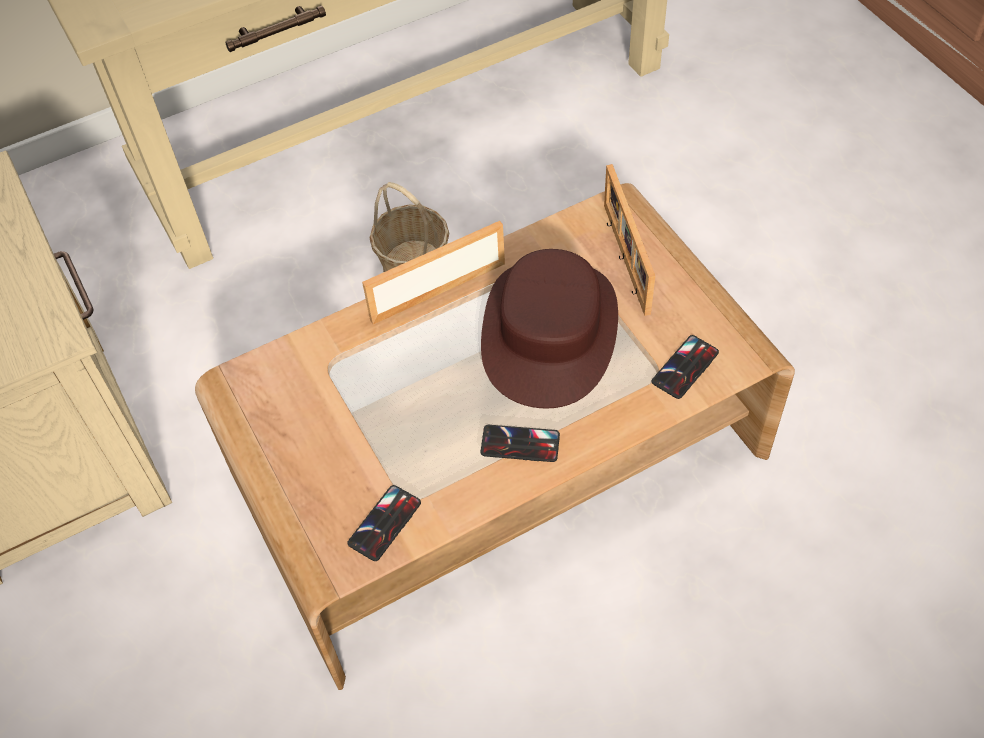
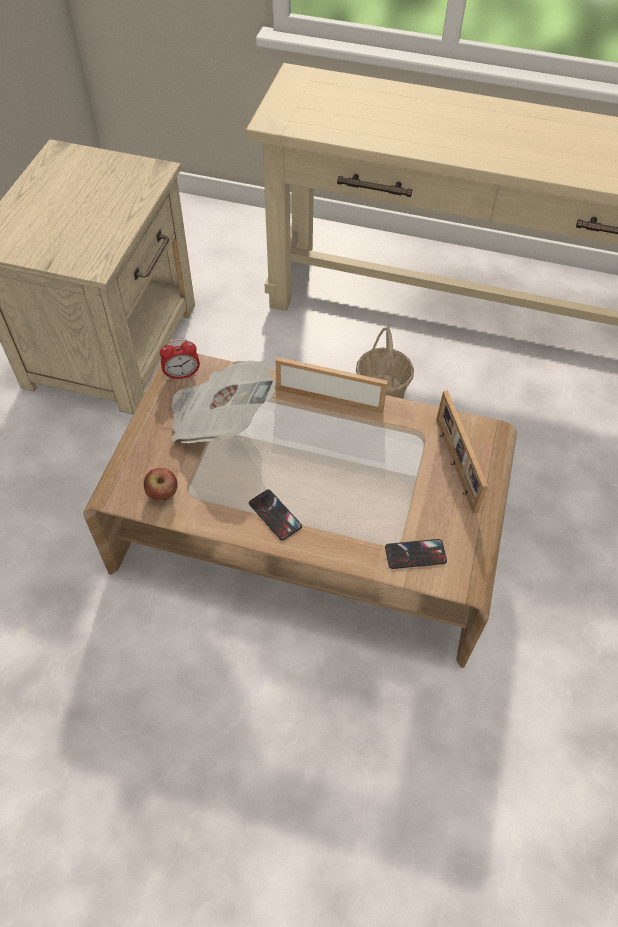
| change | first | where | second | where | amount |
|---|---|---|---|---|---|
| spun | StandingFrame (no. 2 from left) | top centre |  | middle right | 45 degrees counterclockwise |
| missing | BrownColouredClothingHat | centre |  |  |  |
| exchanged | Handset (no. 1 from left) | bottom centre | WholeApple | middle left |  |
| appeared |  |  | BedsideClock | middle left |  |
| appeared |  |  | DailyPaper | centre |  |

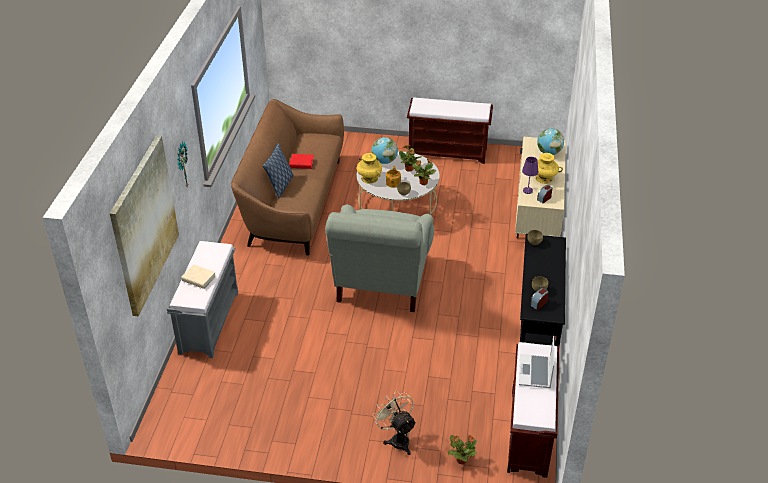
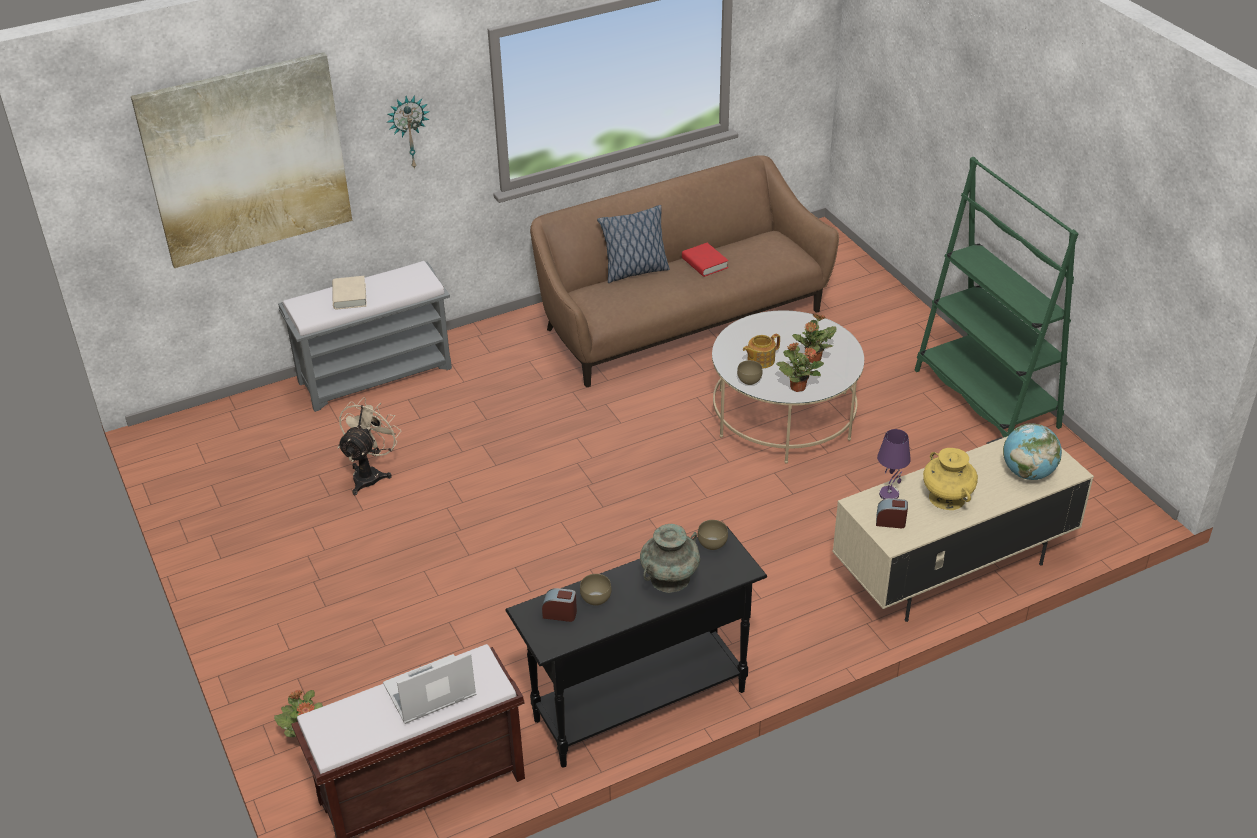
| change | first | where | second | where | amount |
|---|---|---|---|---|---|
| exchanged | BrownColouredLongSeat (no. 1 from left) | top centre | GreenBookshelf | middle right |  |
| missing | WorldGlobe (no. 1 from left) | top centre |  |  |  |
| missing | YellowColouredFlowerVase (no. 1 from left) | centre |  |  |  |
| missing | GreyLoungeChair | centre |  |  |  |
| relocated | BeigeColouredCoolingFan | bottom centre |  | middle left |  |
| appeared |  |  | TurquoiseColouredFlowerVase | centre |  |

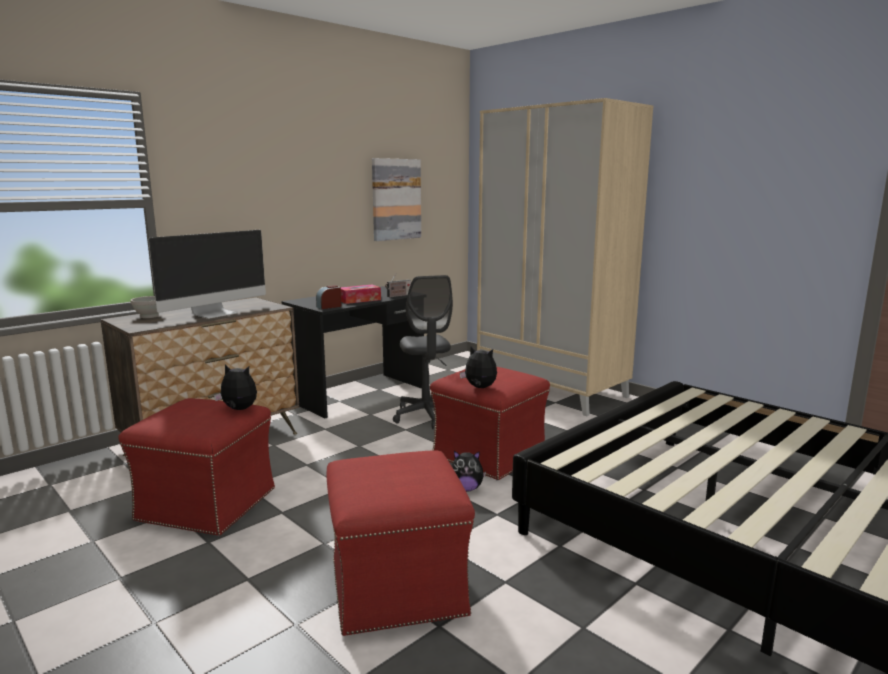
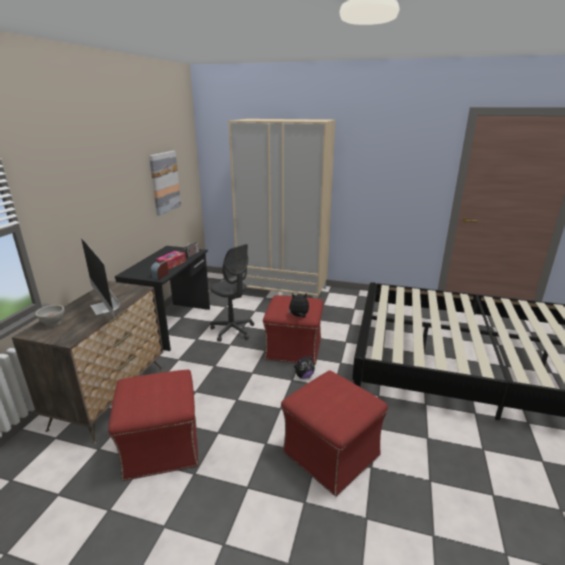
| change | first | where | second | where | amount |
|---|---|---|---|---|---|
| spun | ComputerDisplay | middle left |  | middle left | 135 degrees clockwise |
| missing | PlushToy (no. 1 from left) | middle left |  |  |  |

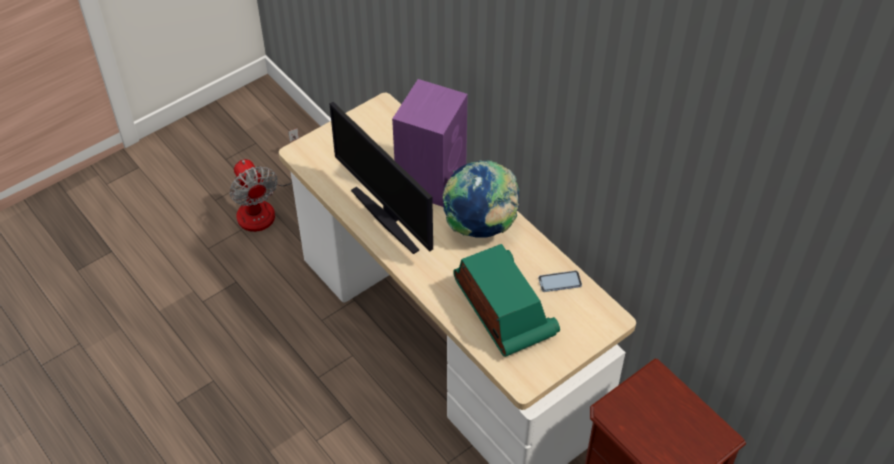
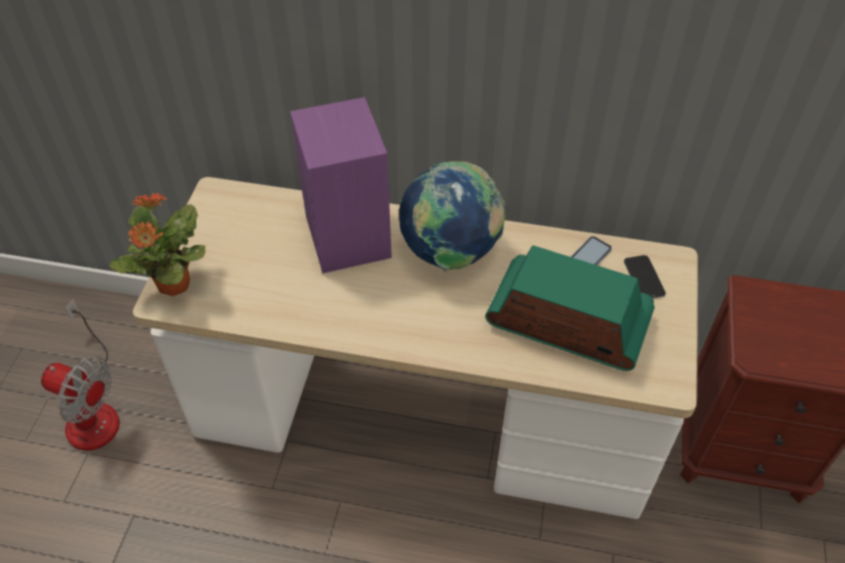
| change | first | where | second | where | amount |
|---|---|---|---|---|---|
| missing | ComputerDisplay | centre |  |  |  |
| appeared |  |  | Houseplant | middle left |  |
| appeared |  |  | Handset (no. 2 from left) | middle right |  |

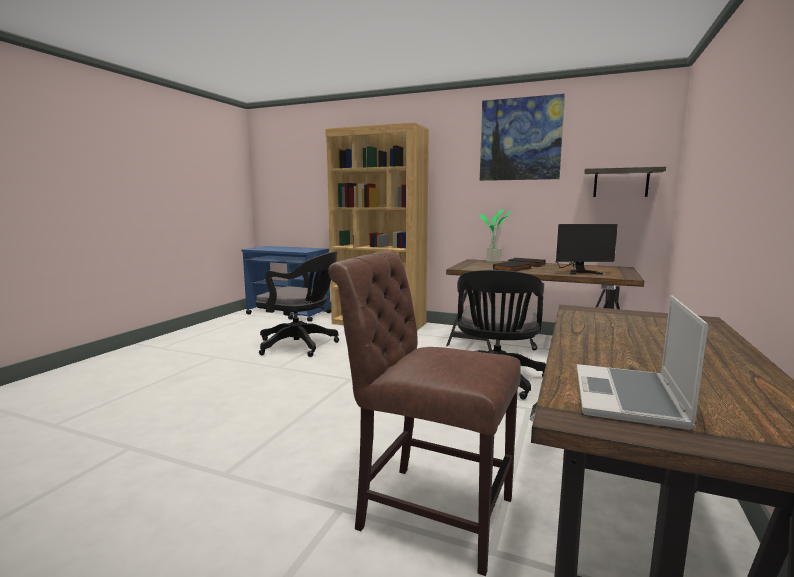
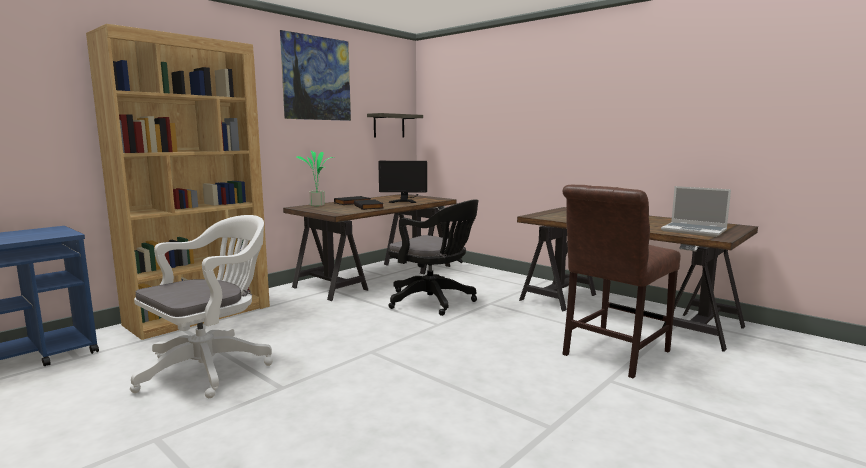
| change | first | where | second | where | amount |
|---|---|---|---|---|---|
| spun | ComputerDisplay | middle right |  | centre | 75 degrees clockwise |
| colour | BlackColouredDeskChair (no. 1 from left) | centre | WhiteColouredDeskChair | middle left |  |

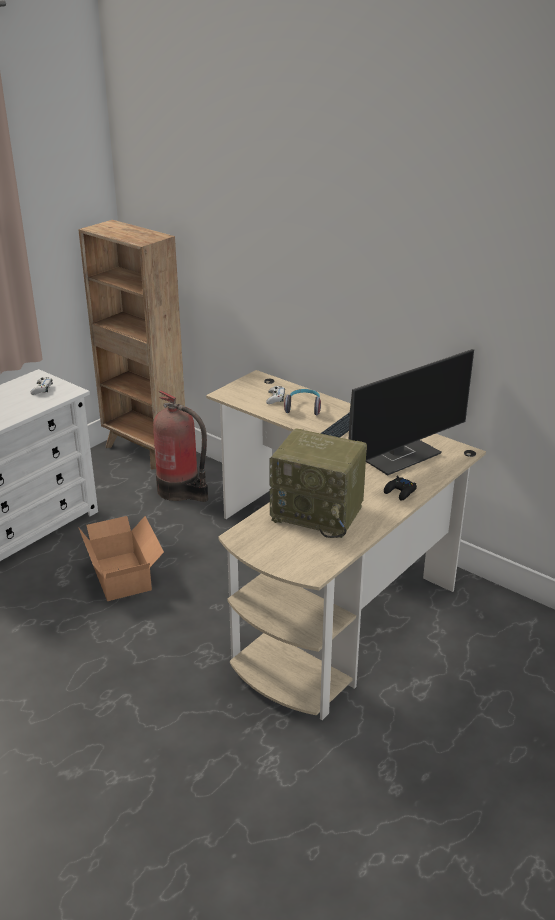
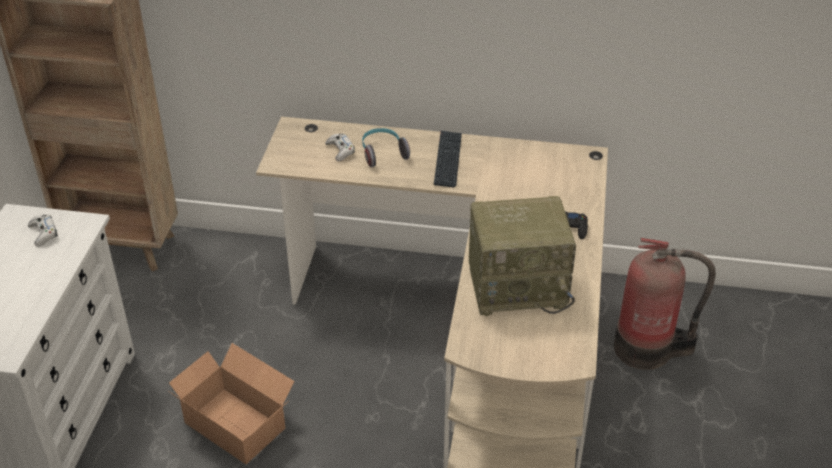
| change | first | where | second | where | amount |
|---|---|---|---|---|---|
| missing | ComputerDisplay | middle right |  |  |  |
| relocated | Extinguisher | middle left |  | middle right |  |

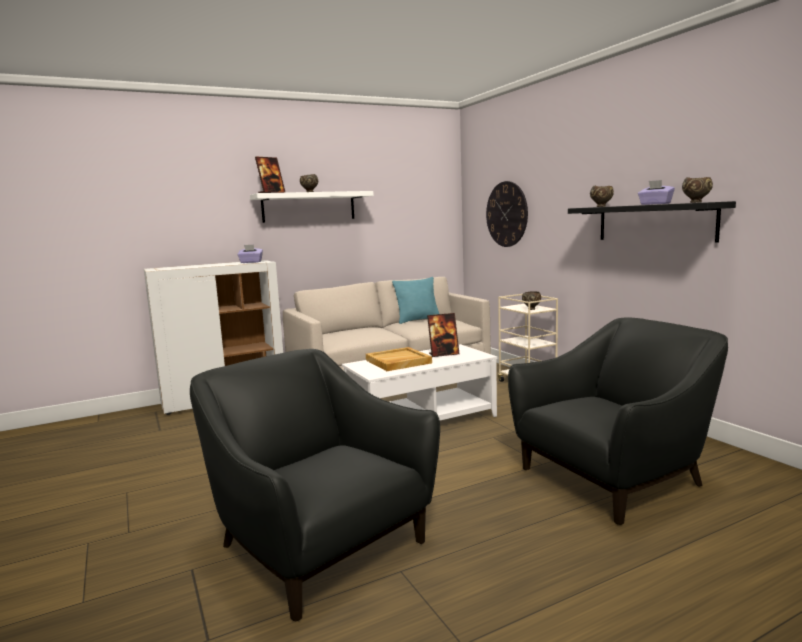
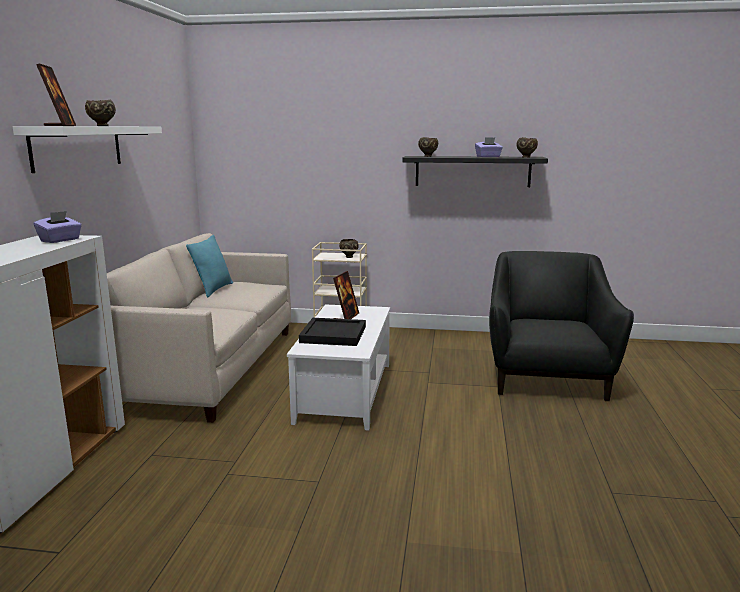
| change | first | where | second | where | amount |
|---|---|---|---|---|---|
| missing | HangingClock | centre |  |  |  |
| colour | BeigeColouredCarryingTray | centre | BlackColouredCarryingTray | centre |  |
| missing | BlackColouredLoungeChair (no. 1 from left) | bottom centre |  |  |  |

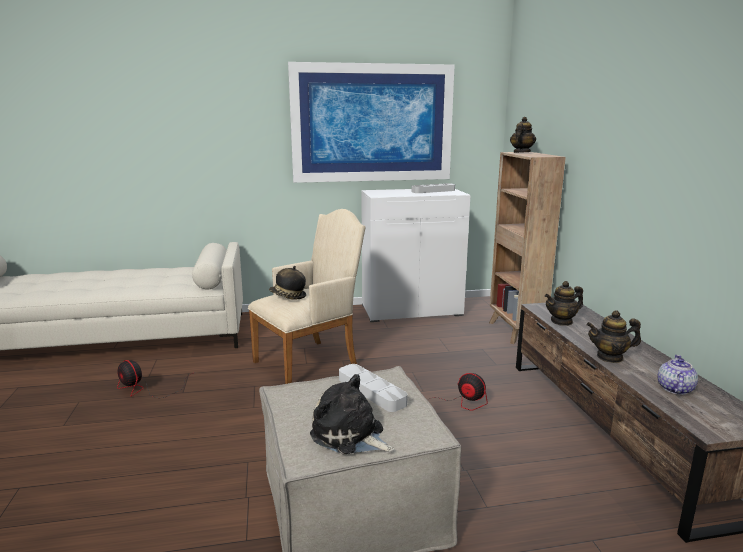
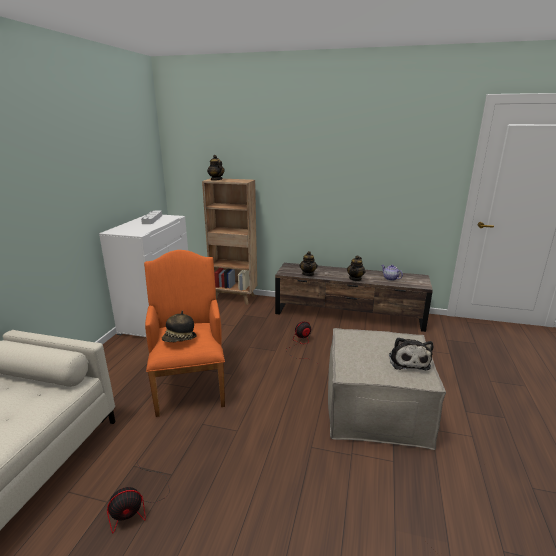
| change | first | where | second | where | amount |
|---|---|---|---|---|---|
| missing | Picture | top centre |  |  |  |
| colour | BeigeColouredLoungeChair | centre | OrangeColouredLoungeChair | middle left |  |
| missing | GreyCarryingTray (no. 1 from left) | bottom centre |  |  |  |
| spun | PlushToy | bottom centre |  | middle right | 60 degrees counterclockwise |

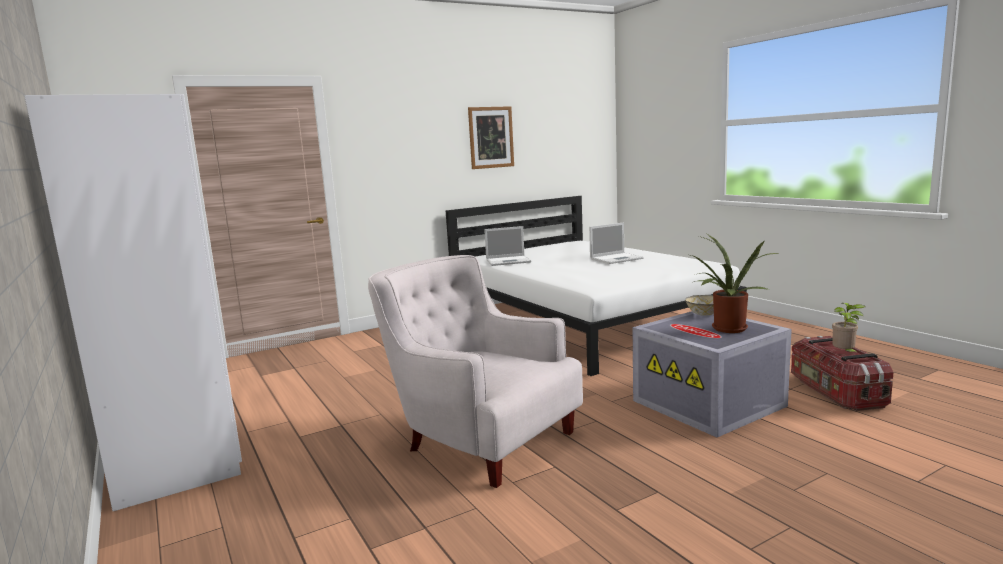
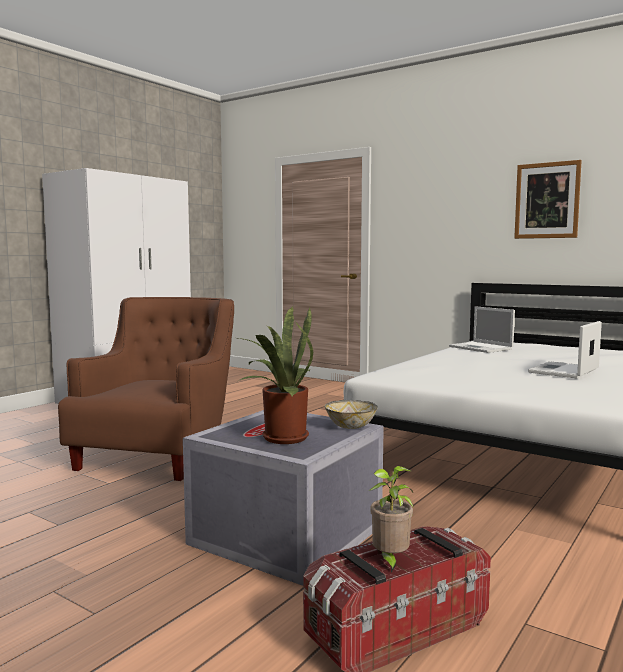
| change | first | where | second | where | amount |
|---|---|---|---|---|---|
| spun | NotebookComputer (no. 2 from left) | centre |  | middle right | 90 degrees clockwise |
| colour | WhiteColouredLoungeChair | centre | BrownColouredLoungeChair | middle left |  |

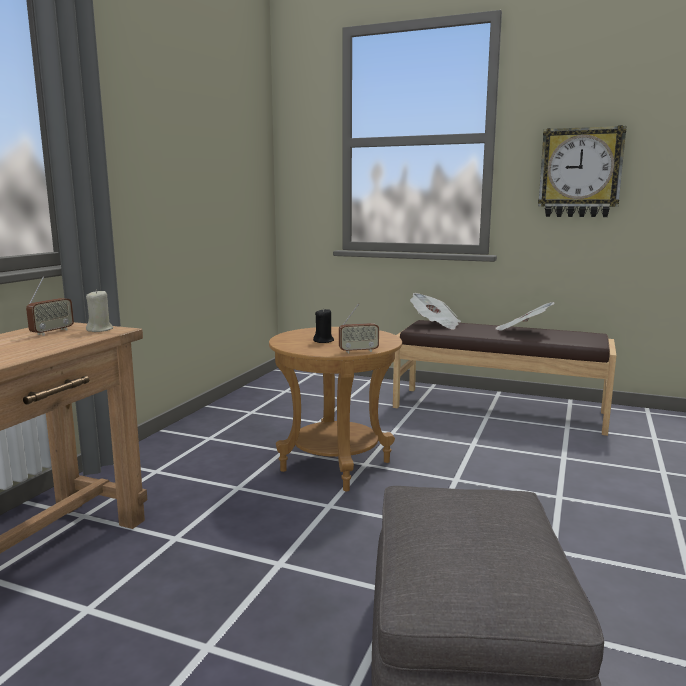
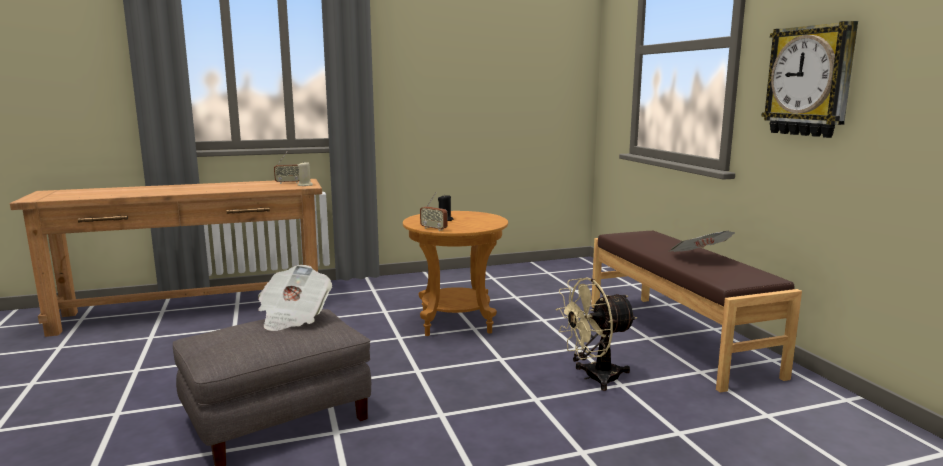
| change | first | where | second | where | amount |
|---|---|---|---|---|---|
| relocated | DailyPaper (no. 1 from left) | centre |  | middle left |  |
| appeared |  |  | BeigeColouredCoolingFan | bottom centre |  |

